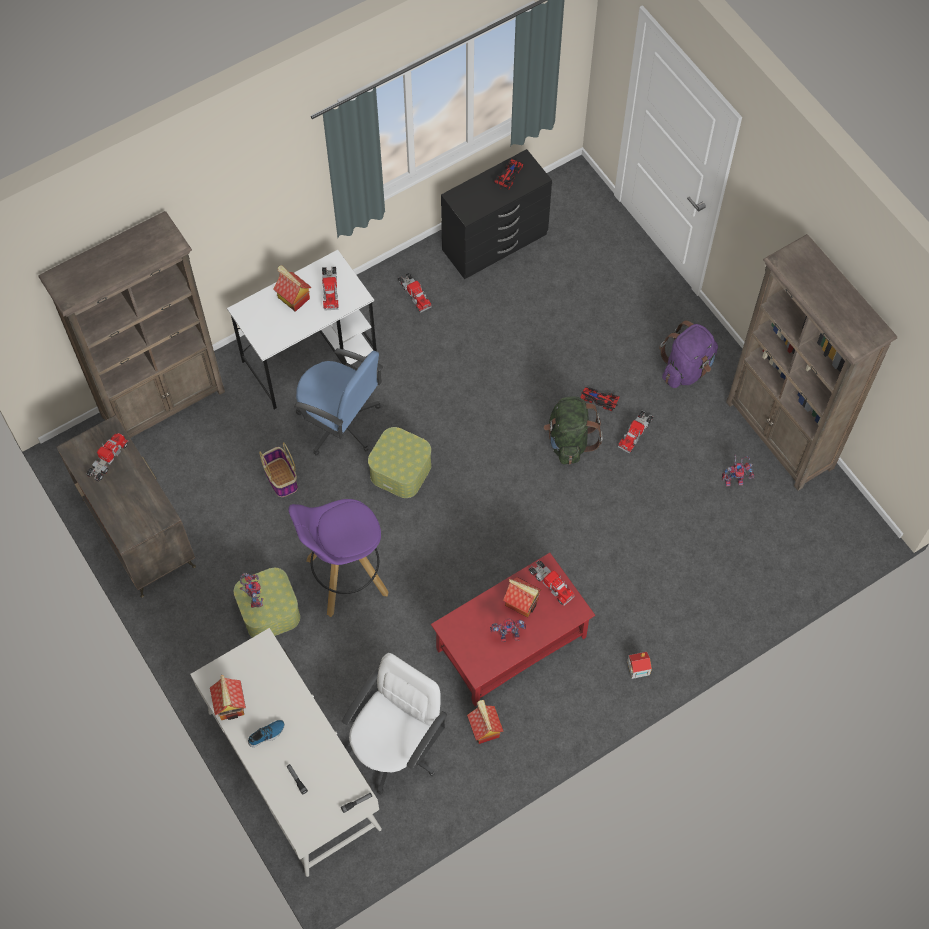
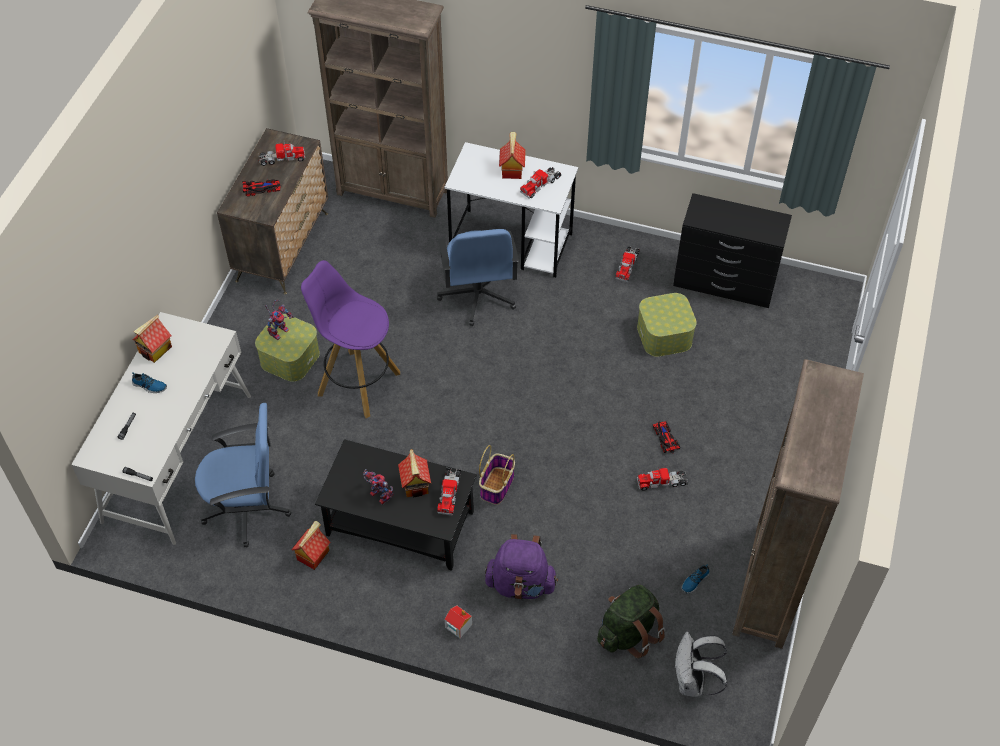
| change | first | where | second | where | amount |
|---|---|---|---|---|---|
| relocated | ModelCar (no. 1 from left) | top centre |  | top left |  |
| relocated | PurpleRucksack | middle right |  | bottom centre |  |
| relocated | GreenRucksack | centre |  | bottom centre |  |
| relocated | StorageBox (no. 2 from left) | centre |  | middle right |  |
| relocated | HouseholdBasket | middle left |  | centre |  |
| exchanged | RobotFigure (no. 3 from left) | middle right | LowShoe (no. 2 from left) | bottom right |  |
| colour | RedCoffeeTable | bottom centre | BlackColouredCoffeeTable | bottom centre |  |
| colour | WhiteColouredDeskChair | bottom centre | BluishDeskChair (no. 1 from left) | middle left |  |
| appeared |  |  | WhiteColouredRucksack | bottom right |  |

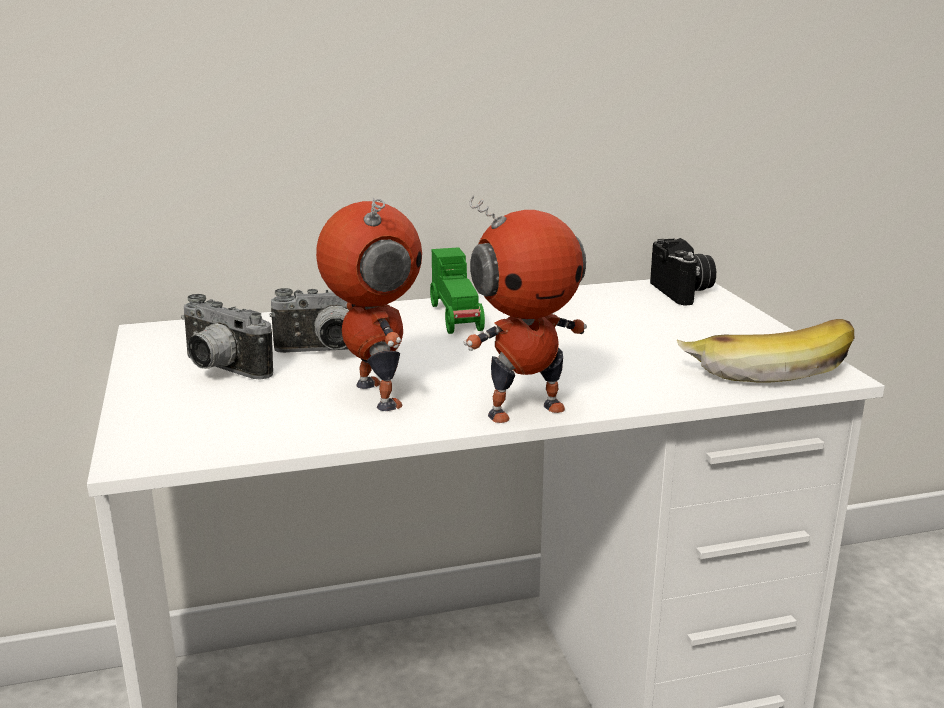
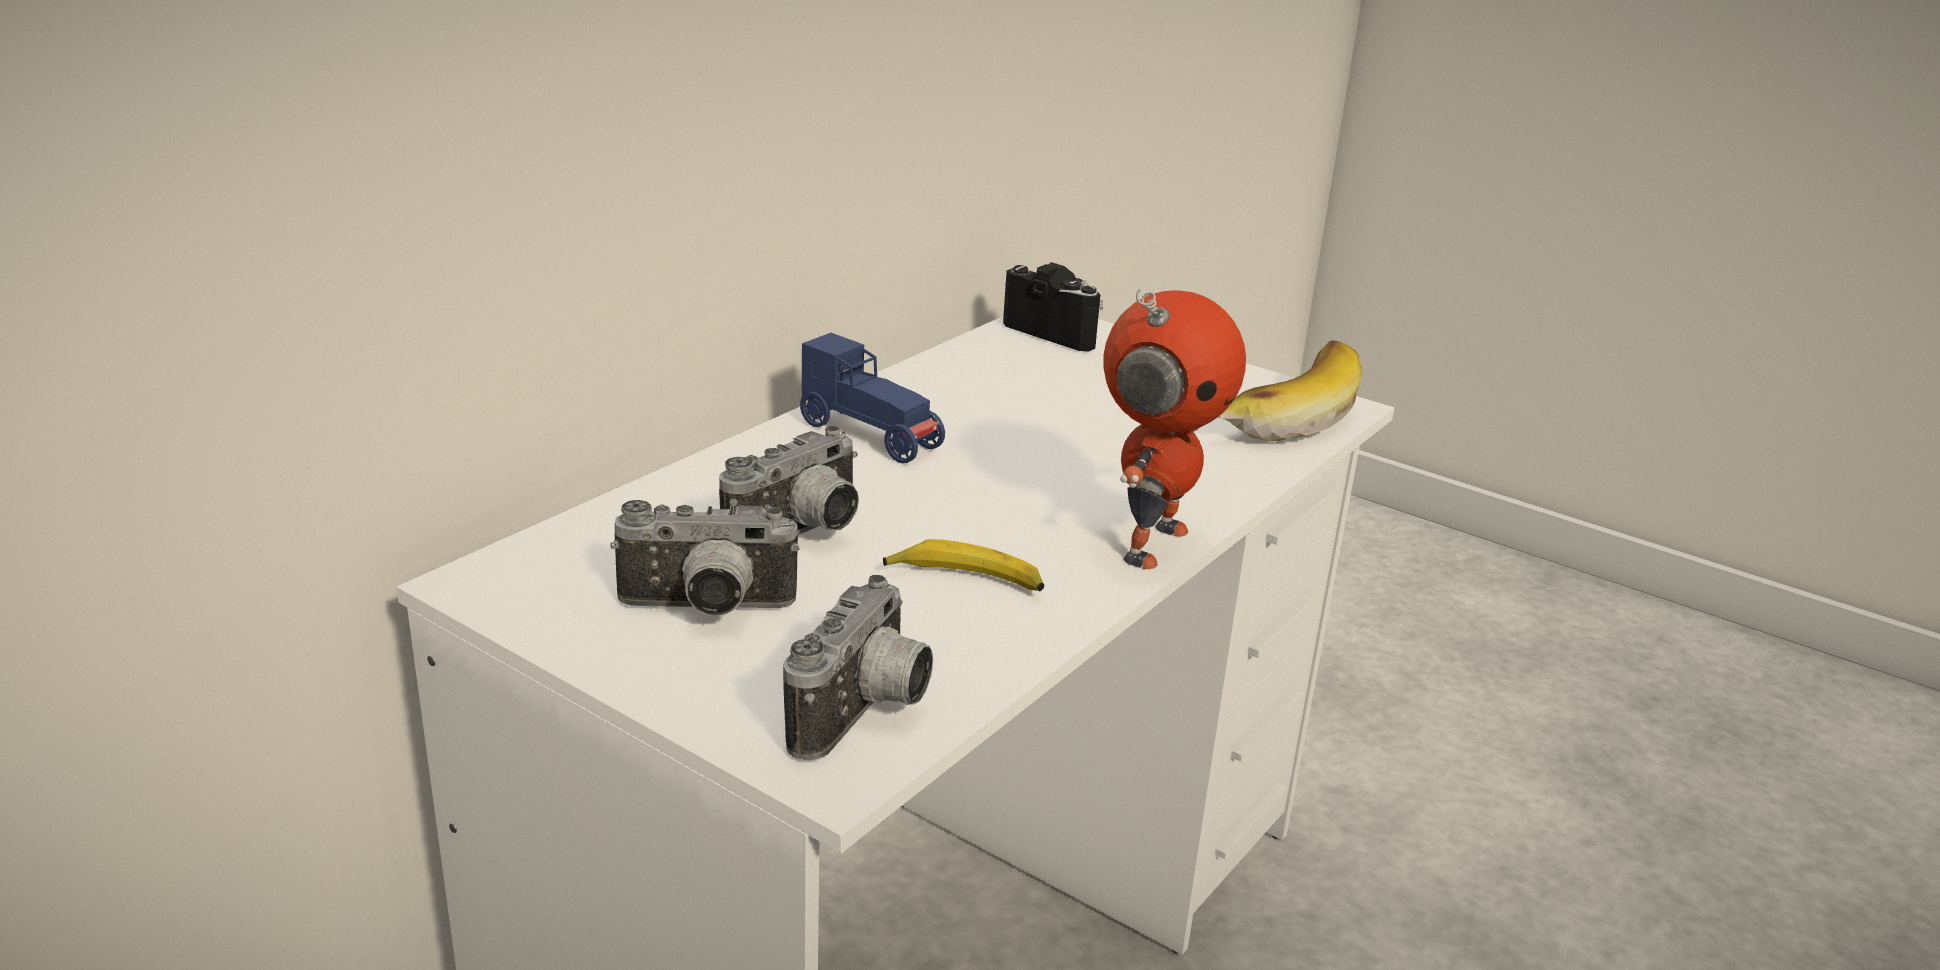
| change | first | where | second | where | amount |
|---|---|---|---|---|---|
| exchanged | RobotFigure (no. 1 from left) | centre | Banana (no. 1 from left) | centre |  |
| colour | GreenModelCar | centre | BluishModelCar | centre |  |
| appeared |  |  | StillCamera (no. 3 from left) | bottom centre |  |

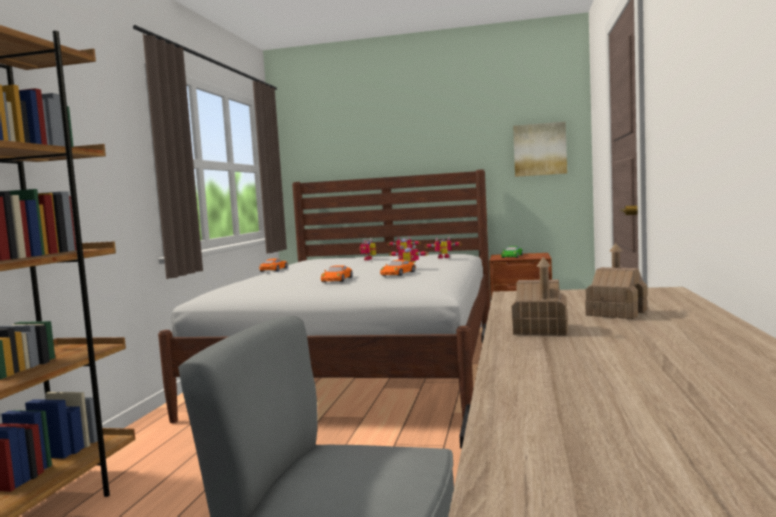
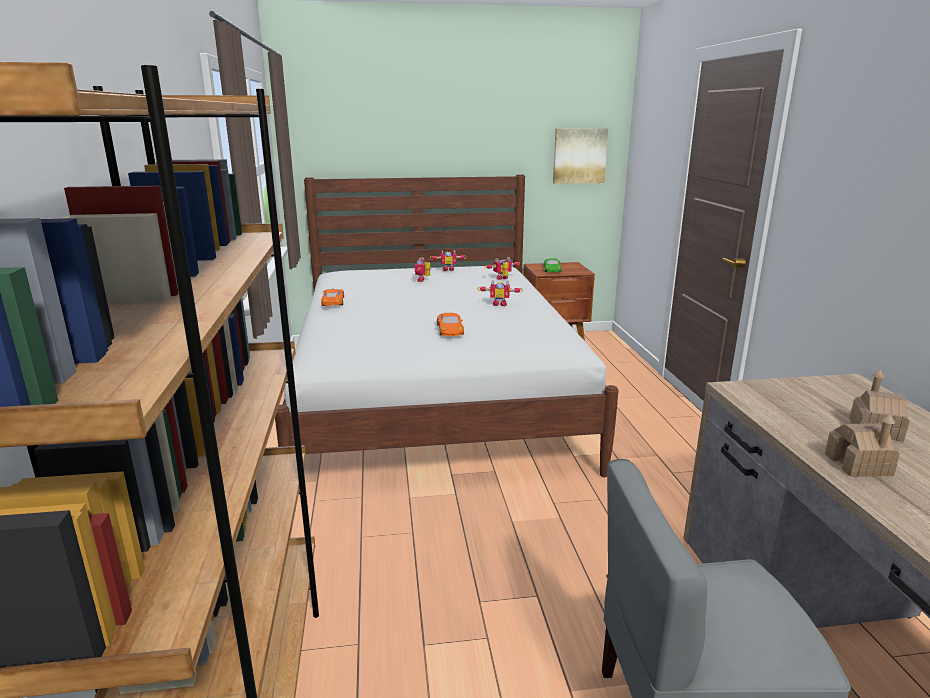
| change | first | where | second | where | amount |
|---|---|---|---|---|---|
| missing | OrangeColouredModelCar (no. 3 from left) | centre |  |  |  |

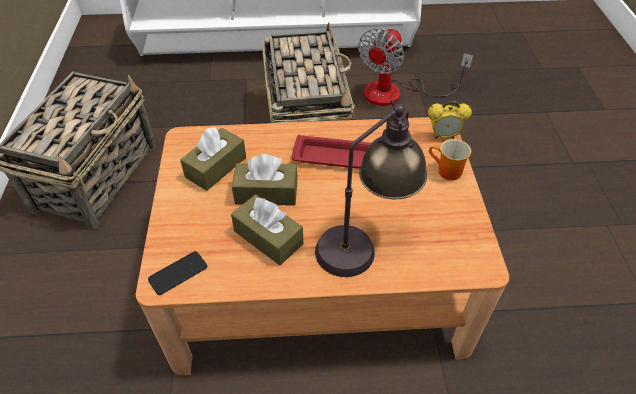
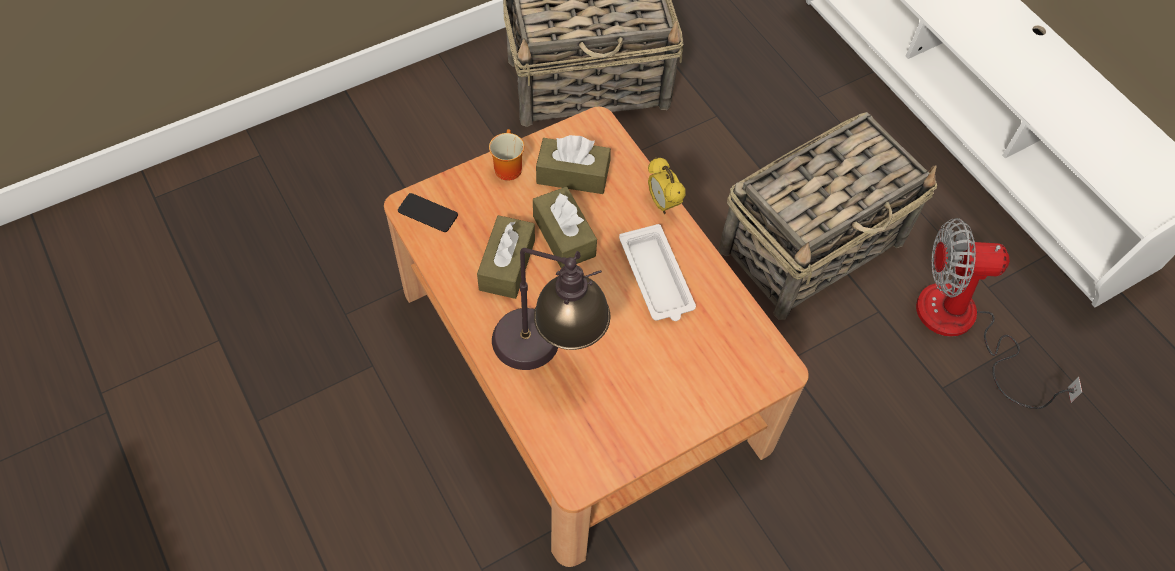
| change | first | where | second | where | amount |
|---|---|---|---|---|---|
| relocated | BedsideClock | top right |  | top centre |  |
| colour | RedCarryingTray | centre | WhiteColouredCarryingTray | centre |  |
| relocated | CoffeeMug | middle right |  | top centre |  |

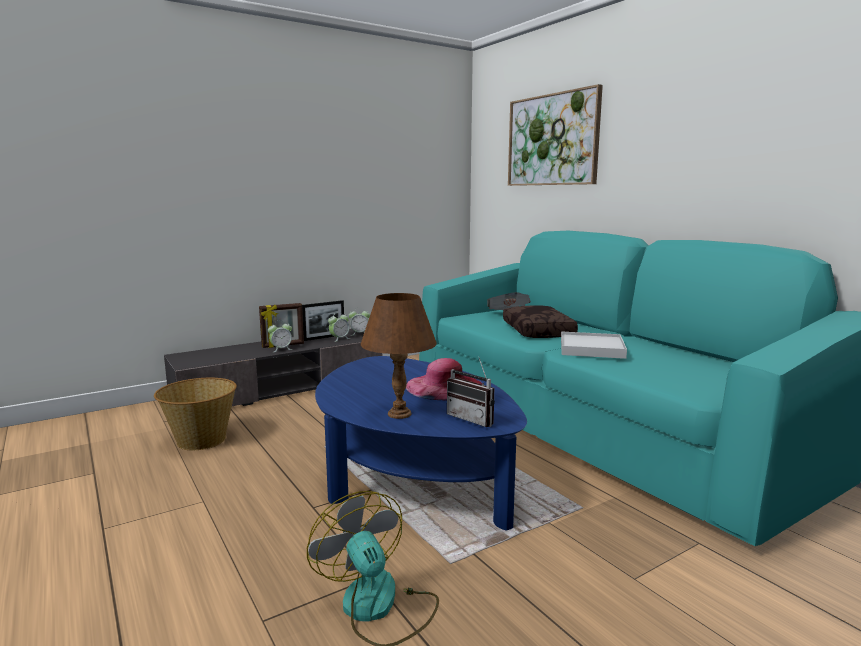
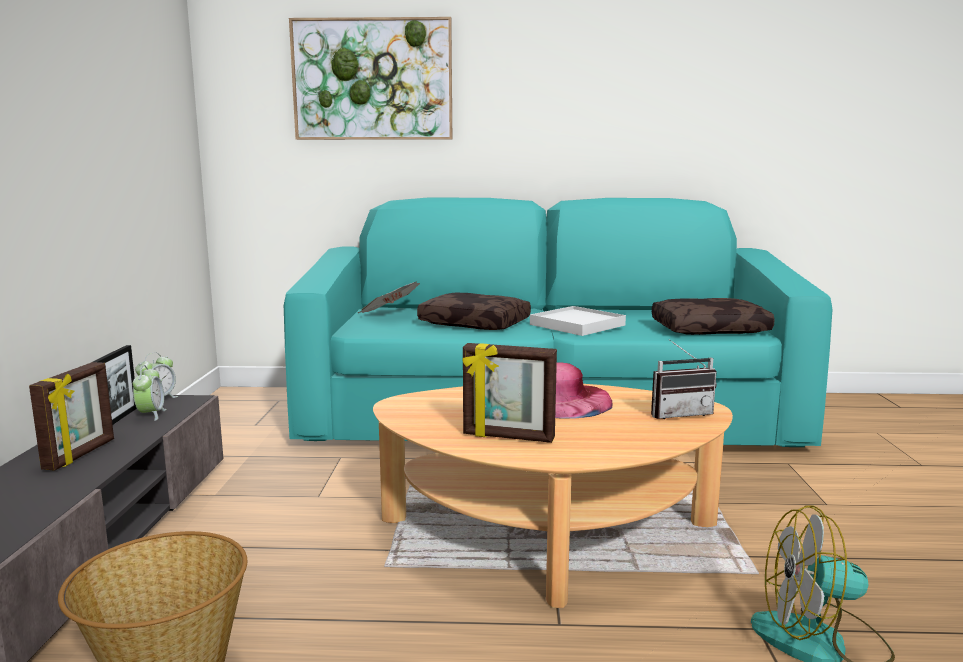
| change | first | where | second | where | amount |
|---|---|---|---|---|---|
| missing | BrownColouredTabletopLamp | centre |  |  |  |
| missing | BedsideClock (no. 1 from left) | middle left |  |  |  |
| colour | BluishCoffeeTable | bottom centre | BeigeColouredCoffeeTable | bottom centre |  |
| appeared |  |  | BrownColouredPillow (no. 2 from left) | middle right |  |
| appeared |  |  | StandingFrame (no. 3 from left) | centre |  |

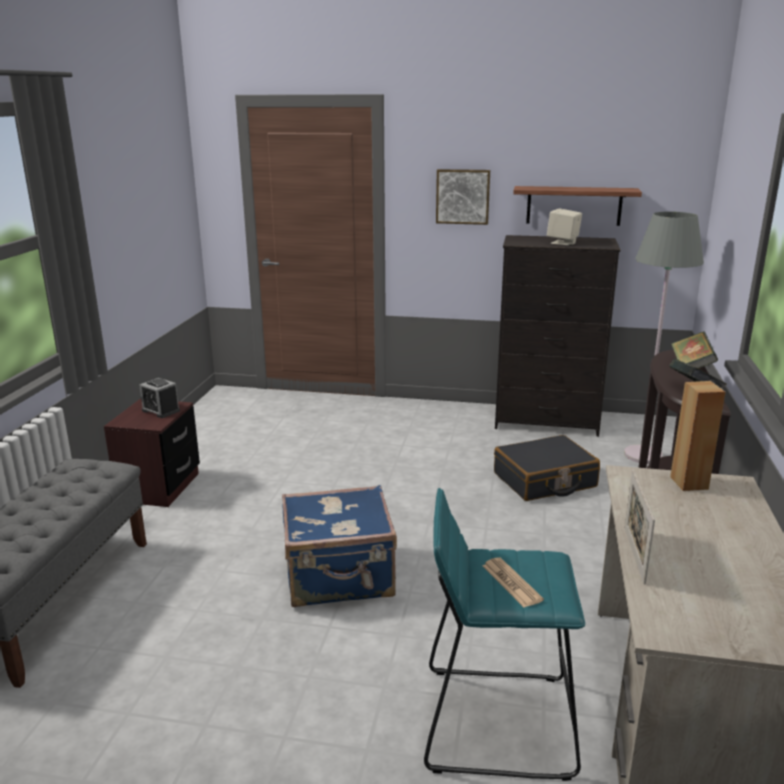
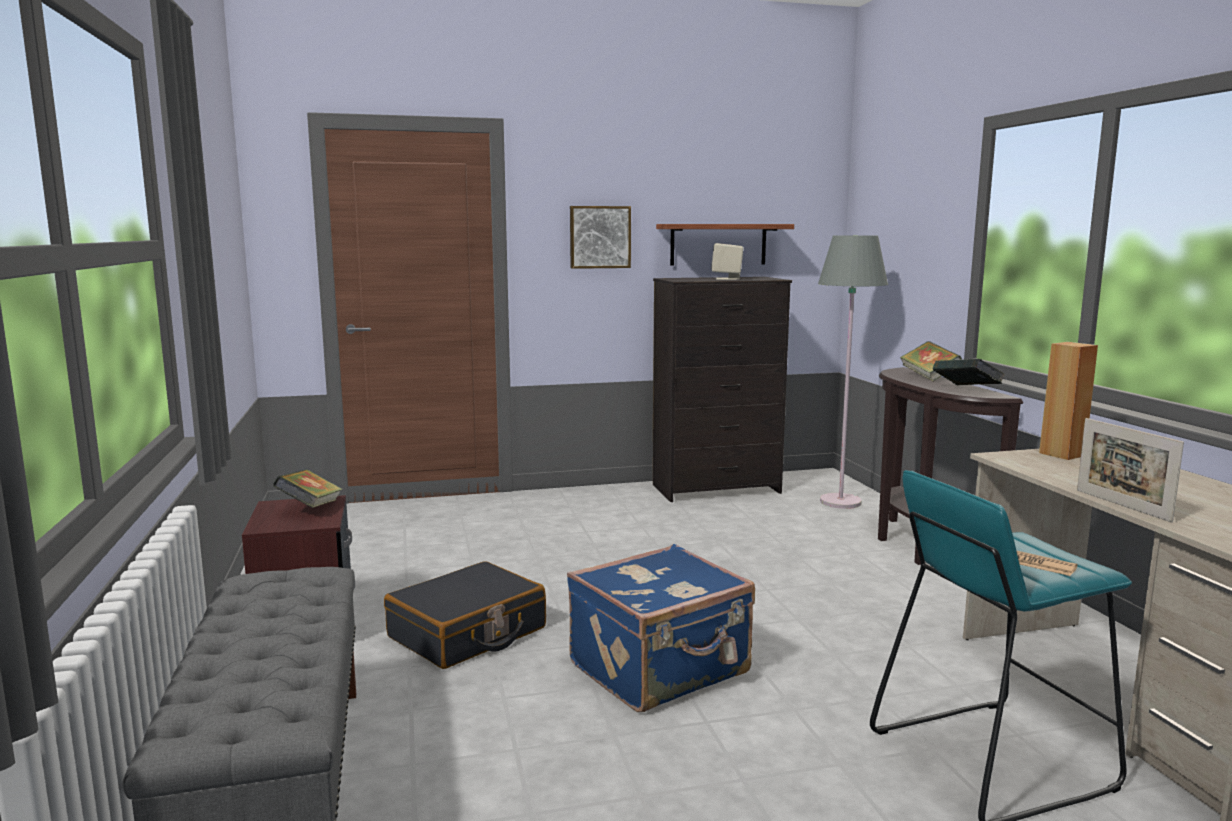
| change | first | where | second | where | amount |
|---|---|---|---|---|---|
| exchanged | BedsideClock | middle left | Volume (no. 1 from left) | middle left |  |
| relocated | BlackColouredPieceOfLuggage | middle right |  | bottom centre |  |

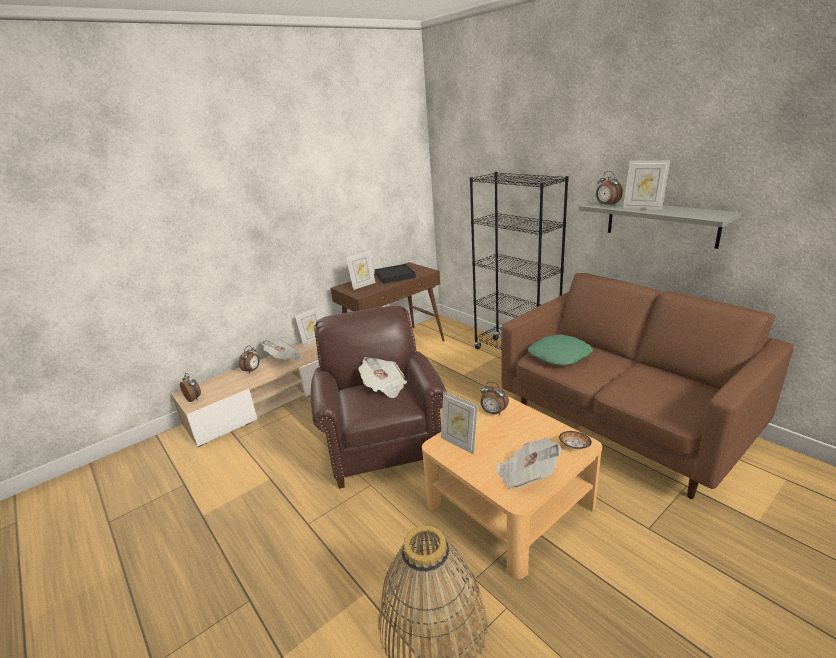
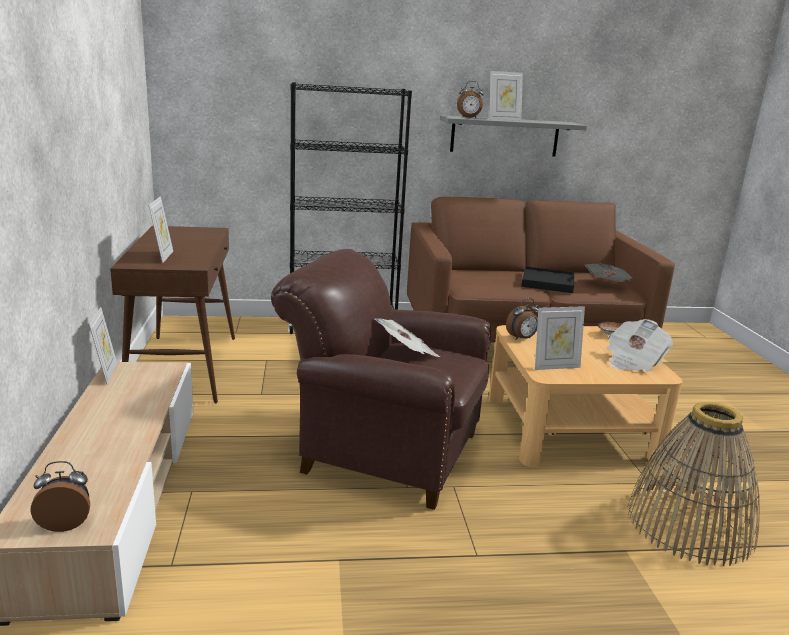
| change | first | where | second | where | amount |
|---|---|---|---|---|---|
| relocated | BlackColouredCarryingTray | centre |  | middle right |  |
| missing | GreenPillow | middle right |  |  |  |
| relocated | DailyPaper (no. 1 from left in the first image) | centre | DailyPaper (no. 2 from left) | middle right |  |
| missing | BedsideClock (no. 2 from left) | middle left |  |  |  |

